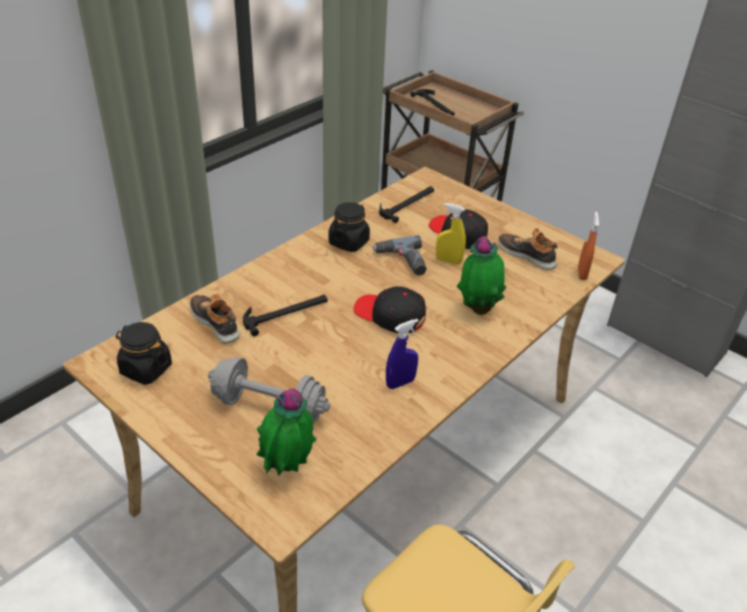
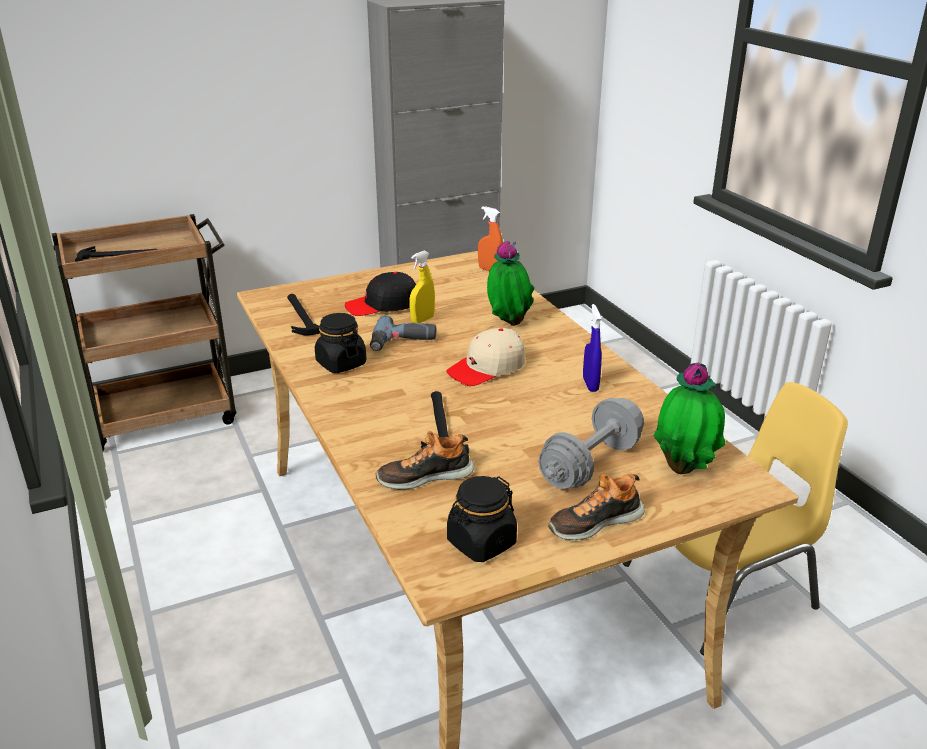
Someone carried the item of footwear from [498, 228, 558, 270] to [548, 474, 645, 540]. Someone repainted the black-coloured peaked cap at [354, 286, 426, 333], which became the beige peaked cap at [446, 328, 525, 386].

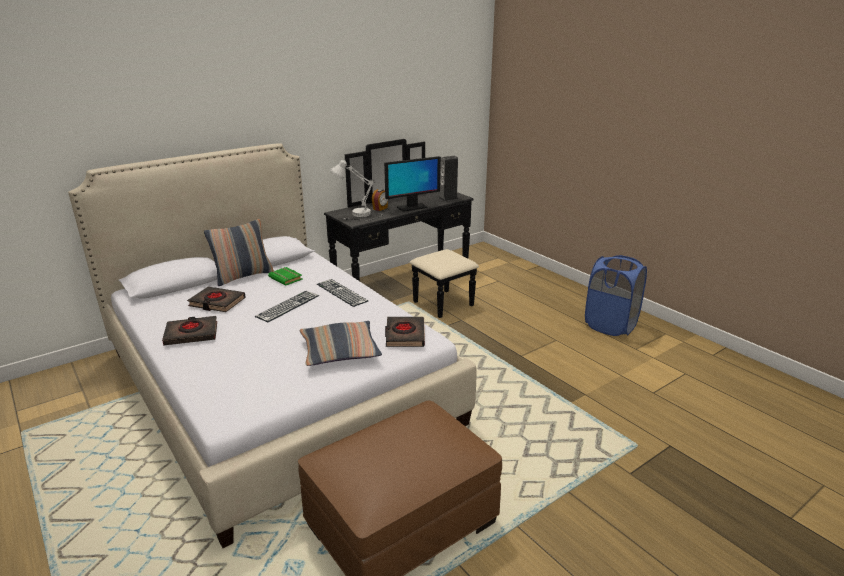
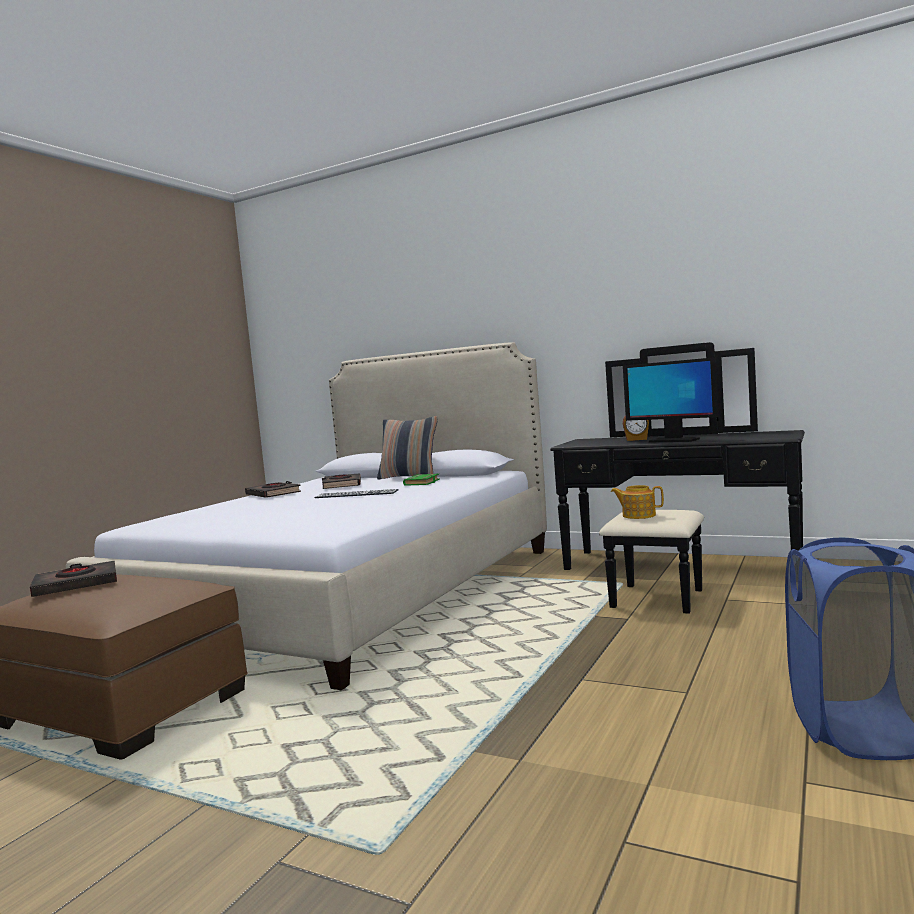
Someone took away the pillow at [300, 321, 382, 366]. Someone took away the computer keyboard at [317, 279, 368, 307]. Someone took away the whitish table lamp at [330, 159, 382, 221]. Someone took away the loudspeaker at [439, 156, 458, 201]. Someone put down the tea pot at [611, 485, 664, 519]. Someone carried the black-coloured book from [385, 317, 425, 347] to [30, 561, 117, 597].

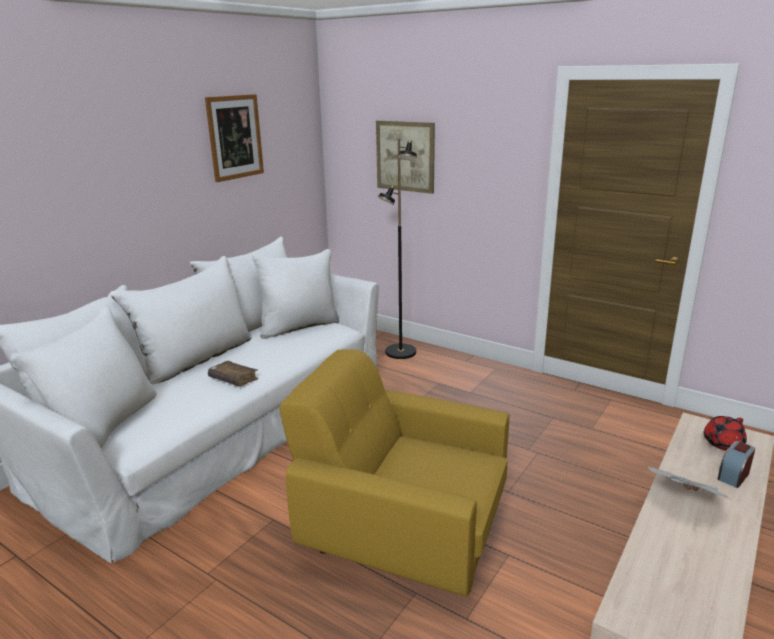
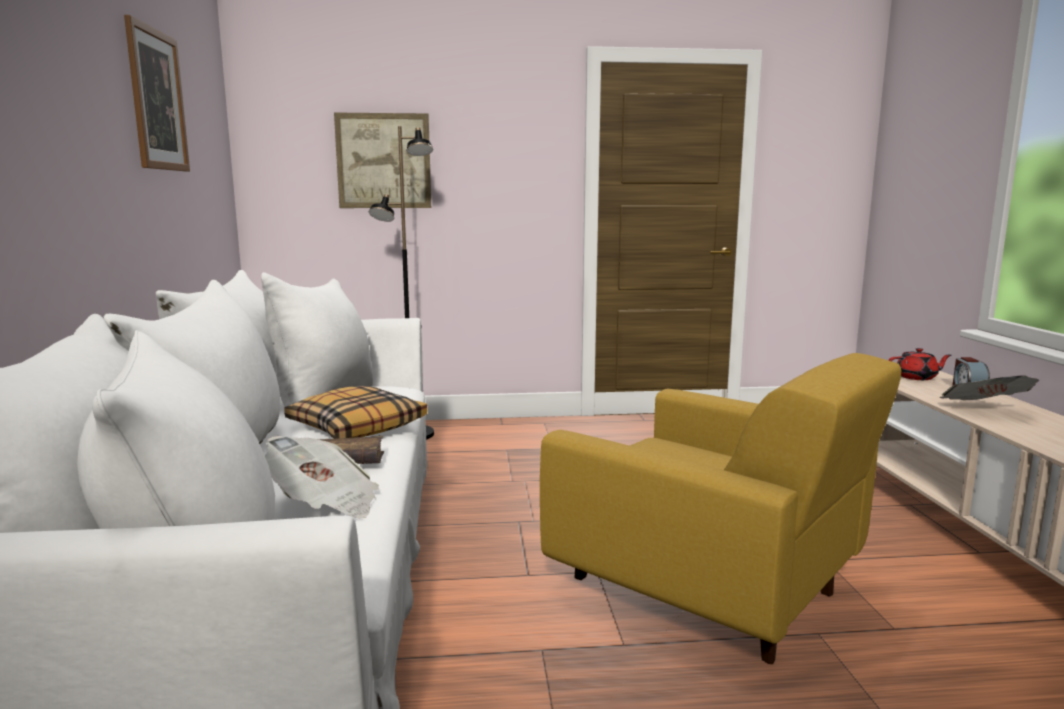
Someone put down the newspaper at [265, 436, 379, 518]. Someone put down the pillow at [284, 386, 428, 439]. Someone rotated the yellow-coloured lounge chair at [280, 350, 509, 596] by 120 degrees counterclockwise. Someone rotated the red tea pot at [704, 416, 747, 450] by 105 degrees counterclockwise.

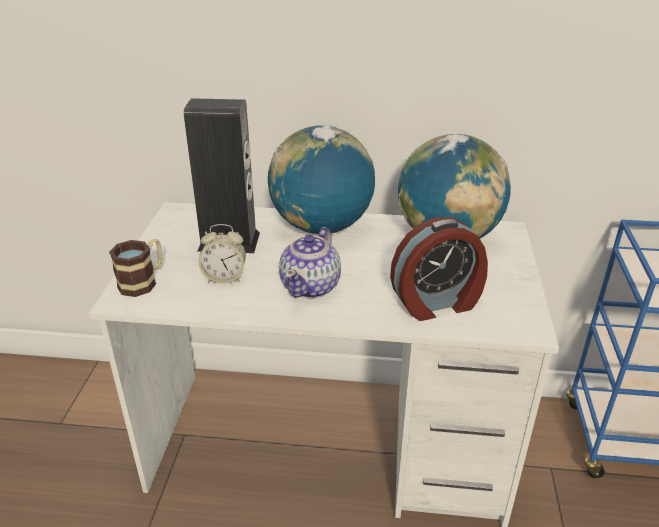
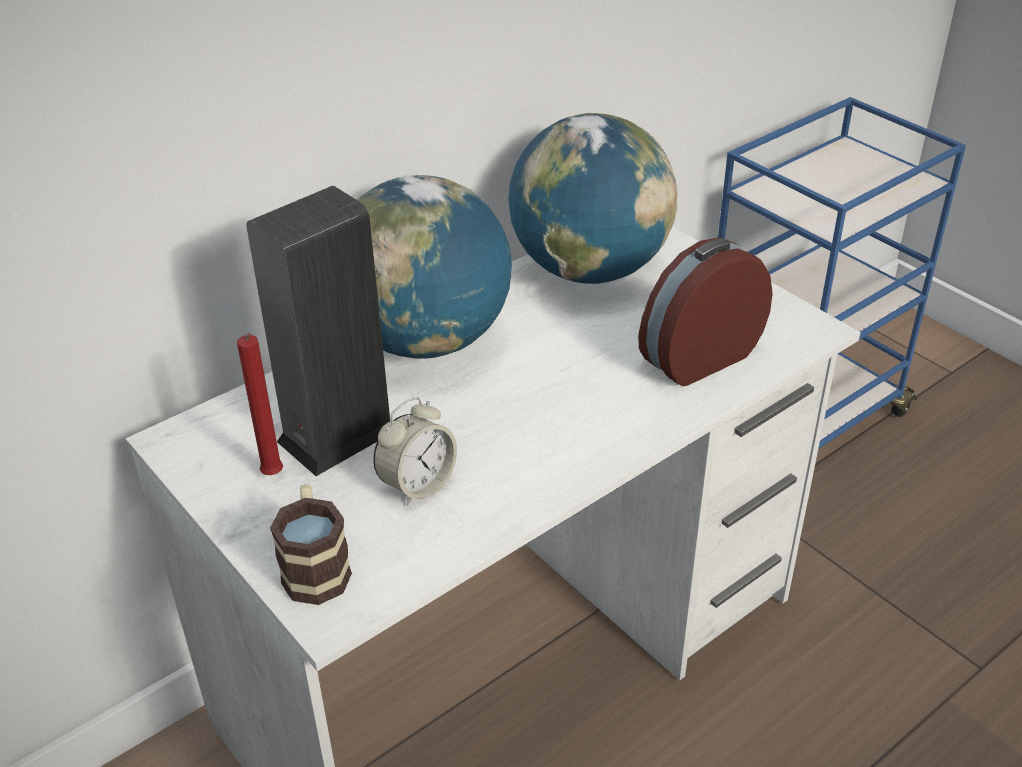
Someone took away the tea pot at [279, 227, 341, 298]. Someone put down the red candle at [237, 333, 283, 475]. Someone rotated the bedside clock at [390, 217, 488, 321] by 150 degrees counterclockwise.

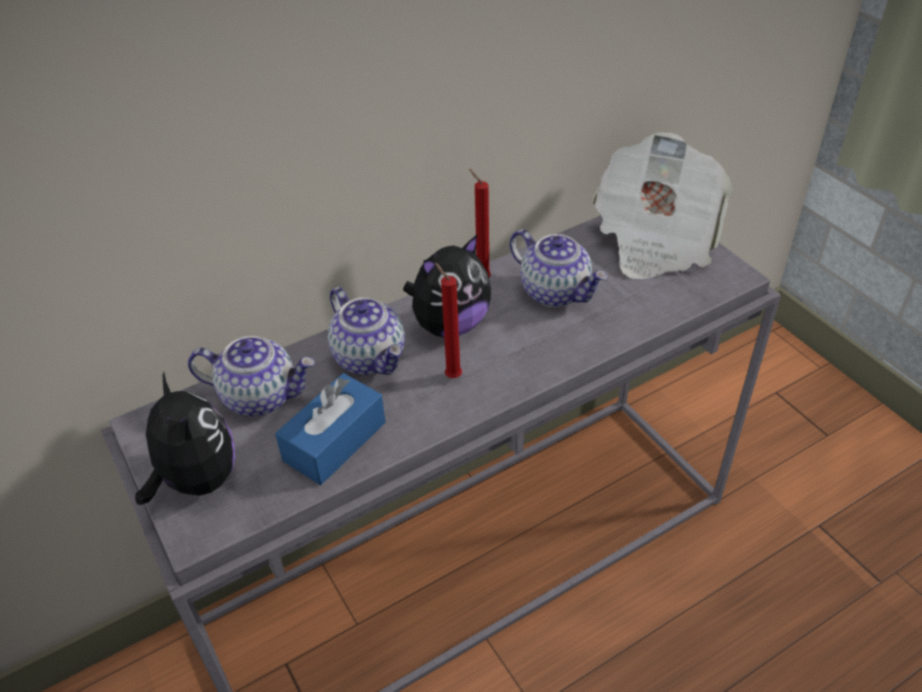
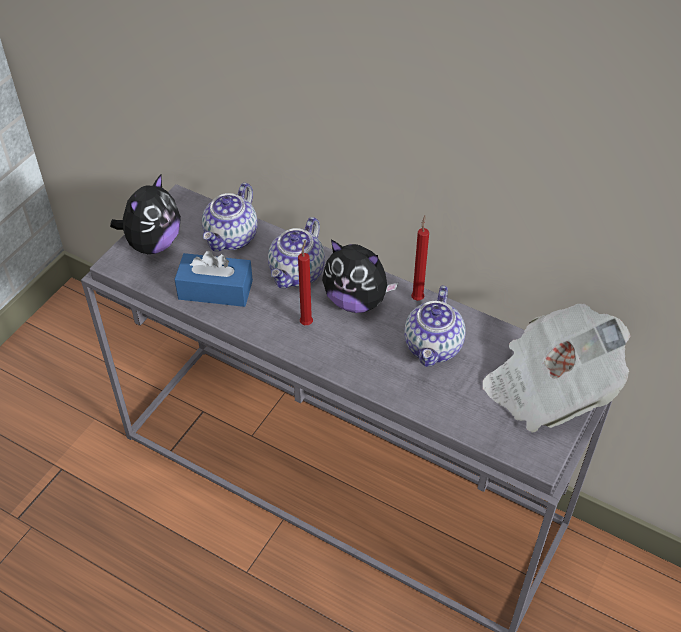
Someone rotated the tea pot at [188, 336, 315, 416] by 45 degrees clockwise.

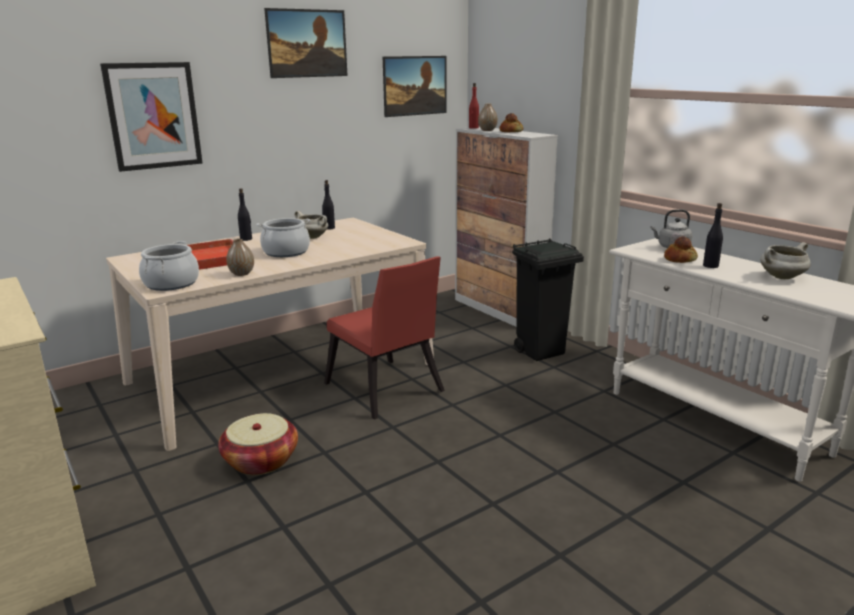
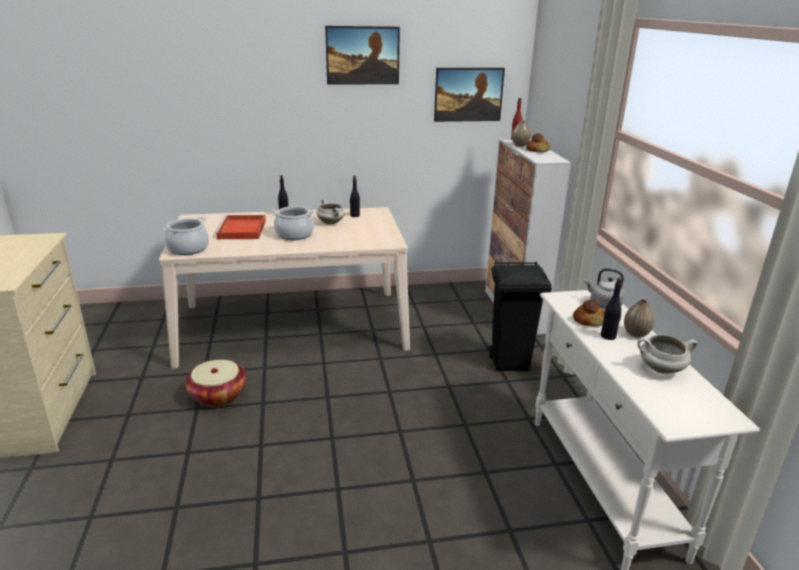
Someone took away the picture at [100, 62, 203, 172]. Someone took away the red chair at [324, 256, 445, 420]. Someone carried the vase from [226, 239, 254, 276] to [624, 299, 655, 338].

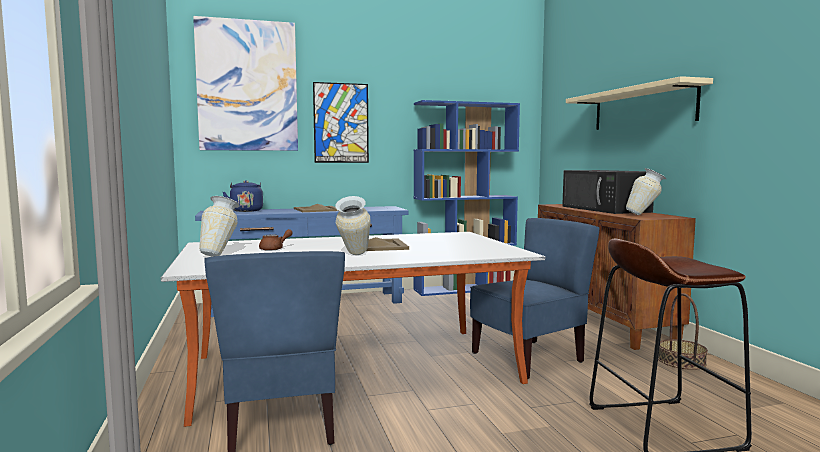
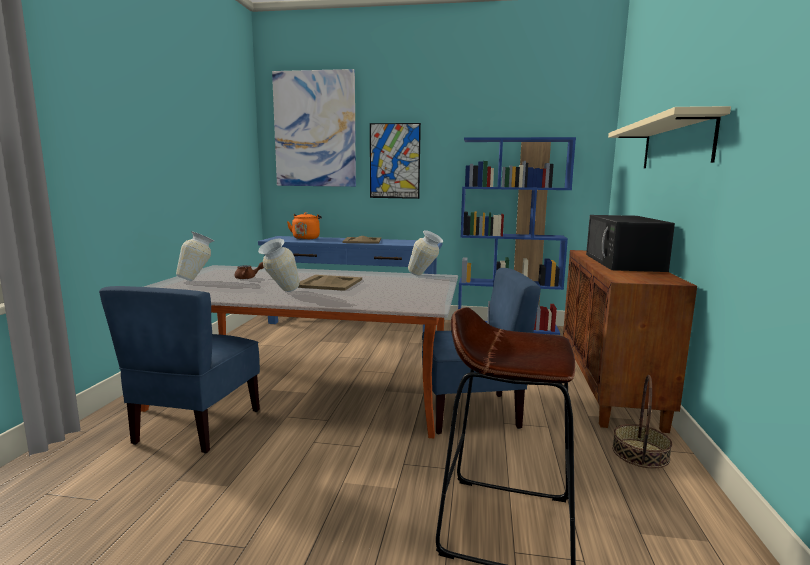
Someone carried the vase from [626, 168, 666, 215] to [408, 230, 443, 276]. Someone repainted the blue-coloured water kettle at [223, 180, 263, 212], which became the orange water kettle at [287, 212, 322, 240].

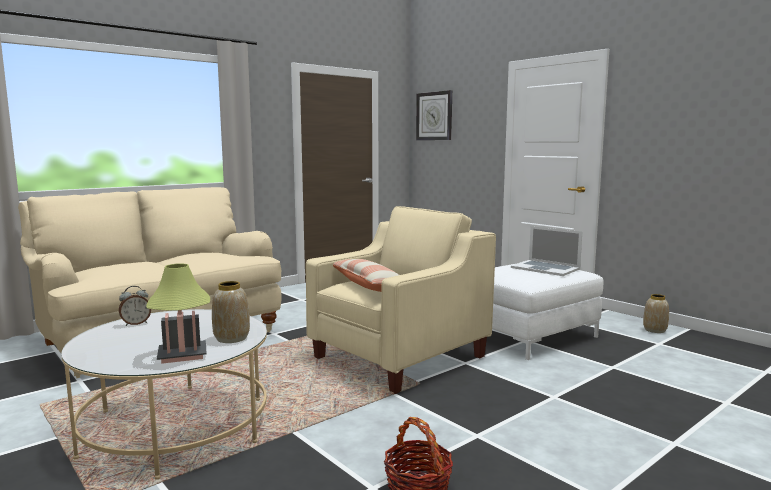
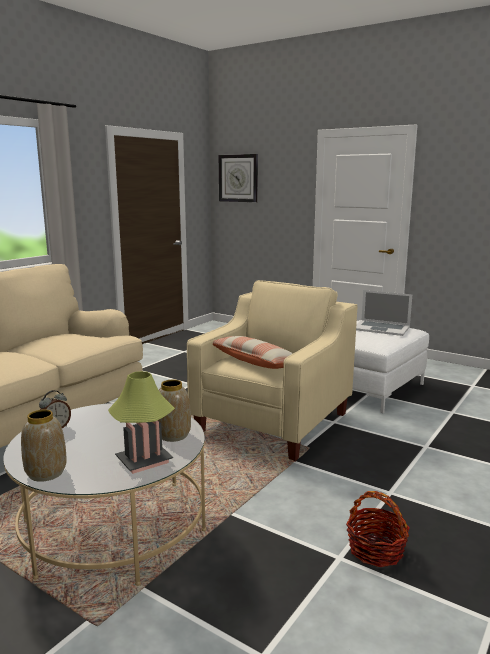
Someone carried the vase from [643, 294, 669, 333] to [21, 409, 67, 482].

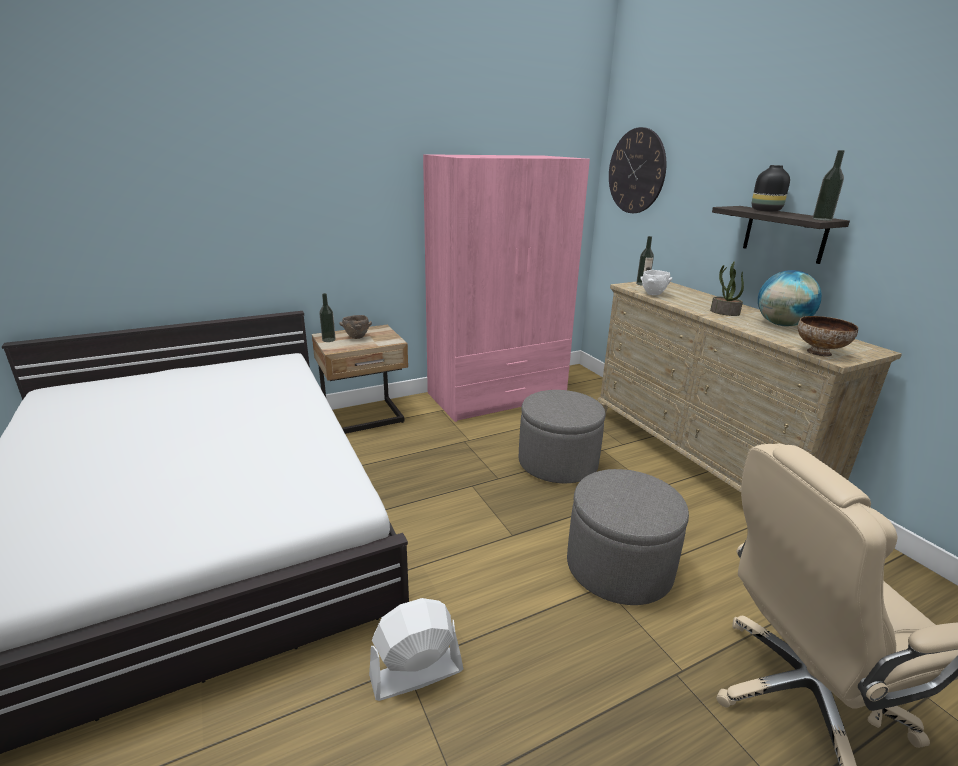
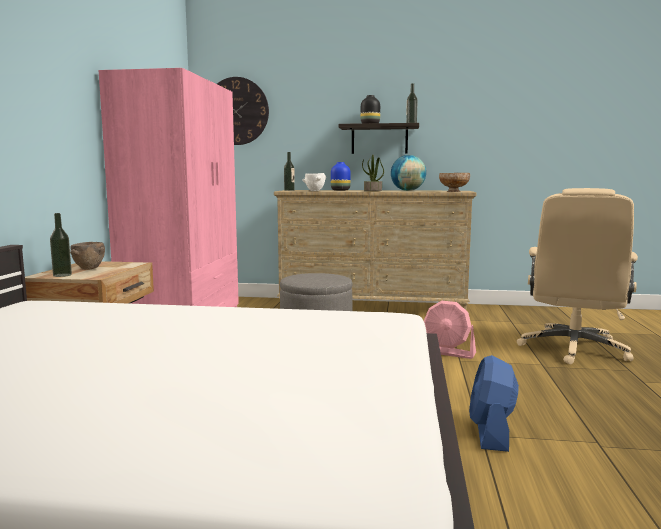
Someone put down the blue-coloured vase at [331, 162, 351, 191]. Someone swapped the greyish ottoman at [567, 469, 689, 605] for the pink-coloured electric fan at [424, 301, 476, 359]. Someone repainted the whitish electric fan at [369, 598, 463, 701], which became the blue-coloured electric fan at [469, 355, 519, 452].

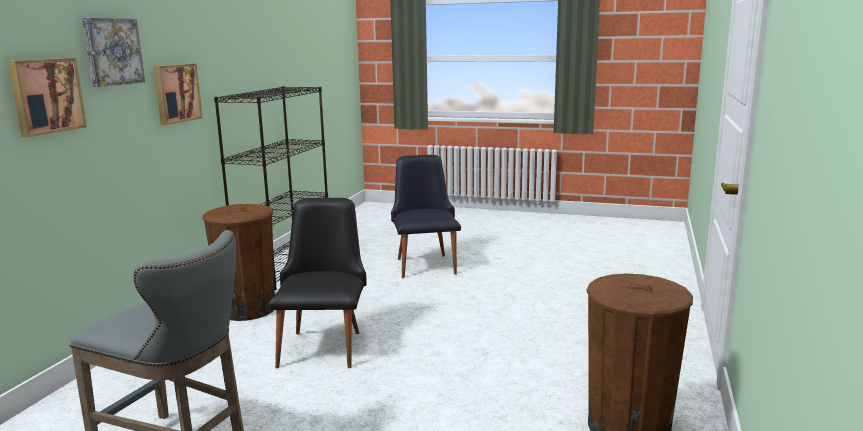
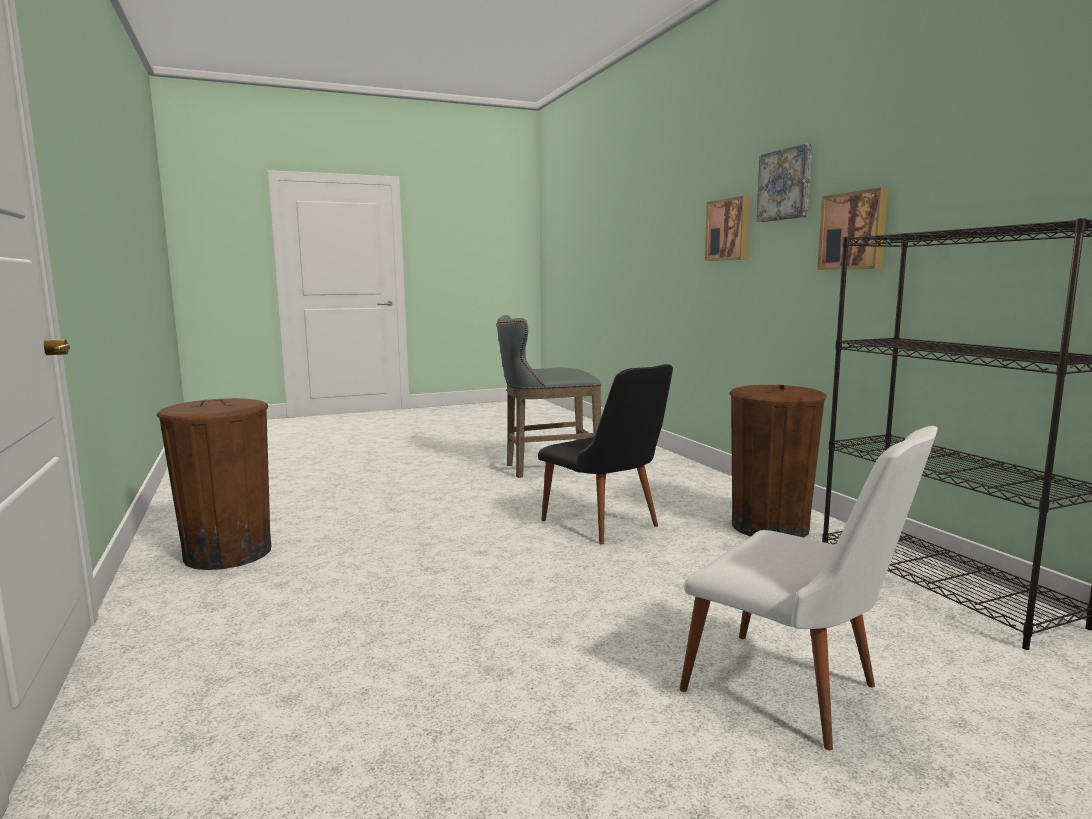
Someone repainted the black-coloured chair at [391, 155, 461, 278], which became the whitish chair at [680, 426, 938, 751].

